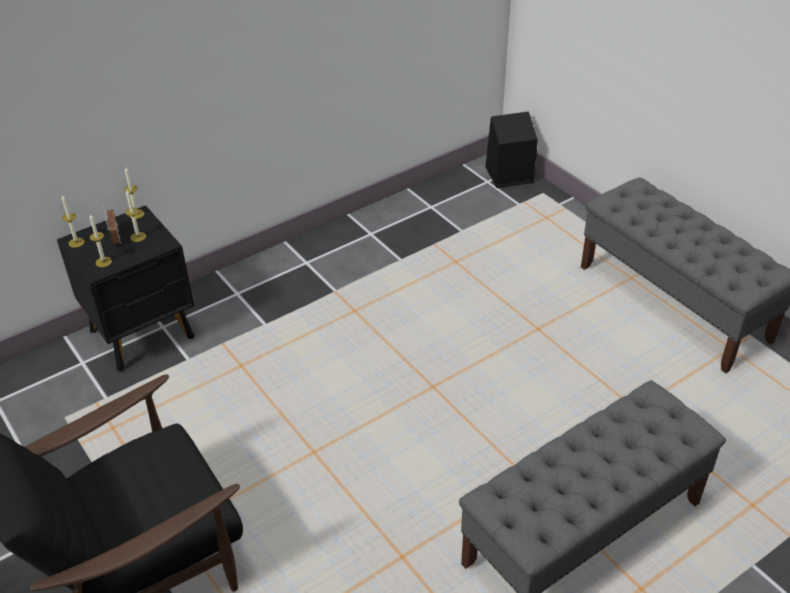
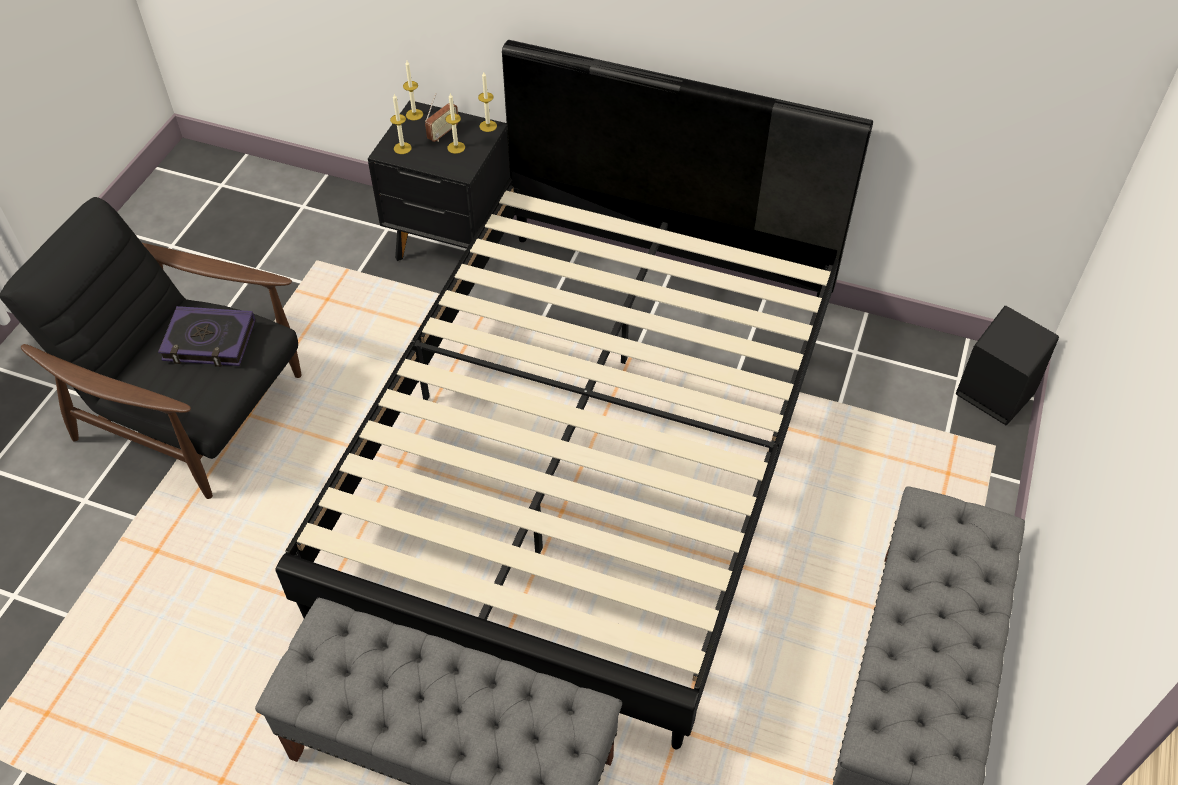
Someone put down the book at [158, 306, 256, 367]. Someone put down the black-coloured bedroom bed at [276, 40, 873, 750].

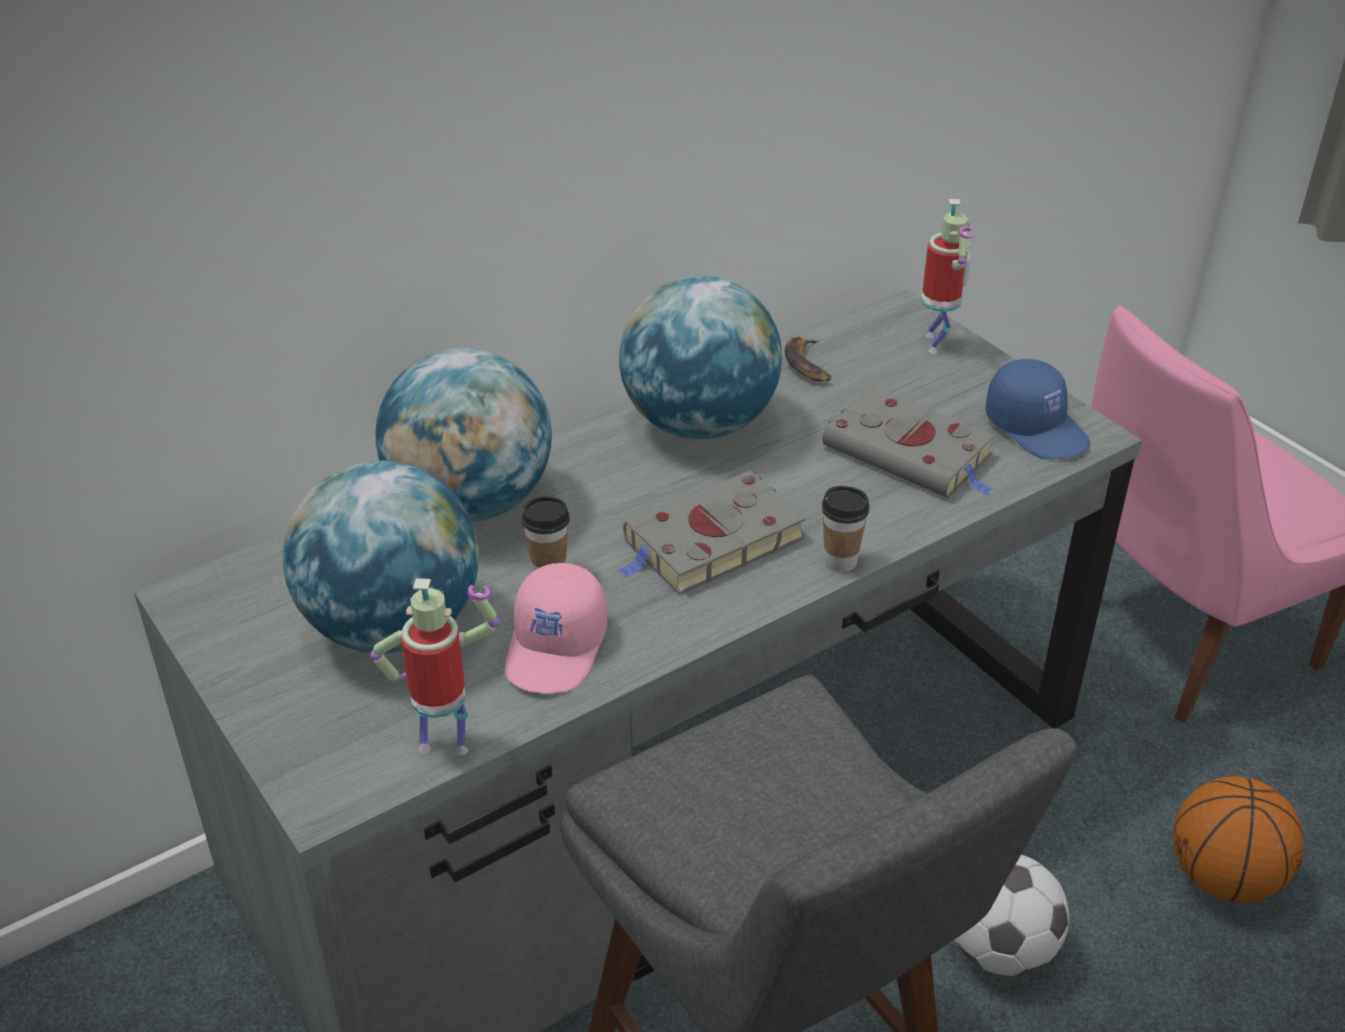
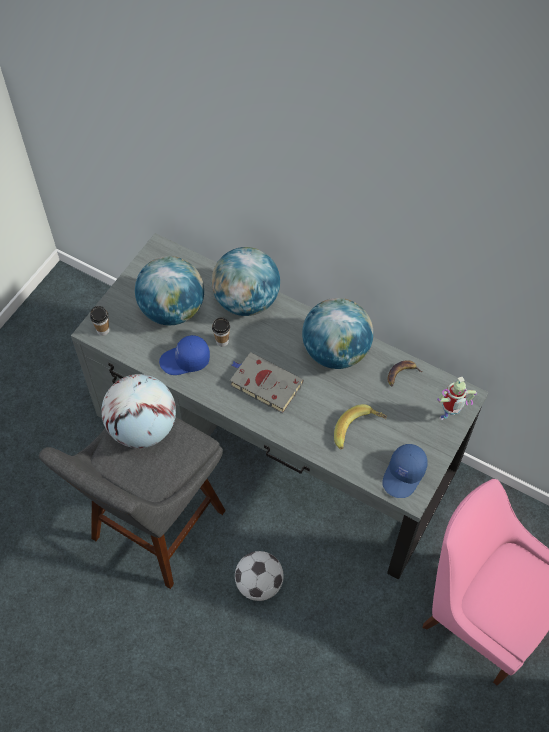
Someone took away the model robot at [371, 578, 500, 755]. Someone took away the ball for basketball at [1174, 776, 1304, 903]. Someone put down the globe at [101, 374, 176, 448]. Someone carried the cup from [822, 486, 870, 572] to [90, 306, 110, 336]. Someone swapped the greyish book at [823, 387, 995, 498] for the whole banana at [334, 404, 387, 449]. Someone repainted the pink-coloured peaked cap at [505, 563, 607, 693], which became the blue-coloured peaked cap at [159, 335, 210, 375].

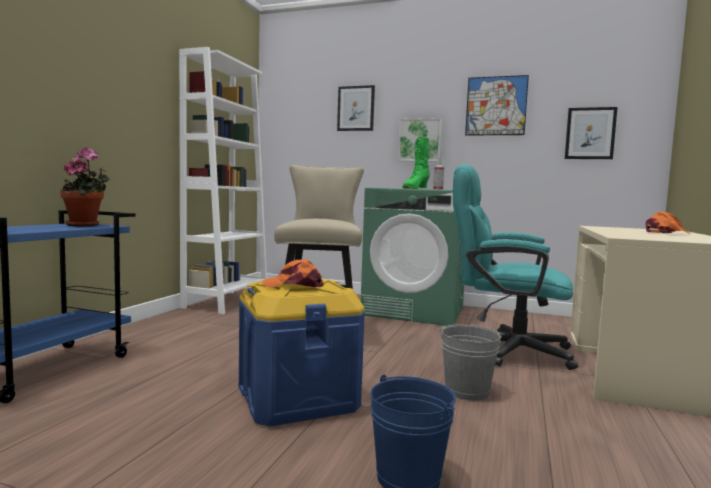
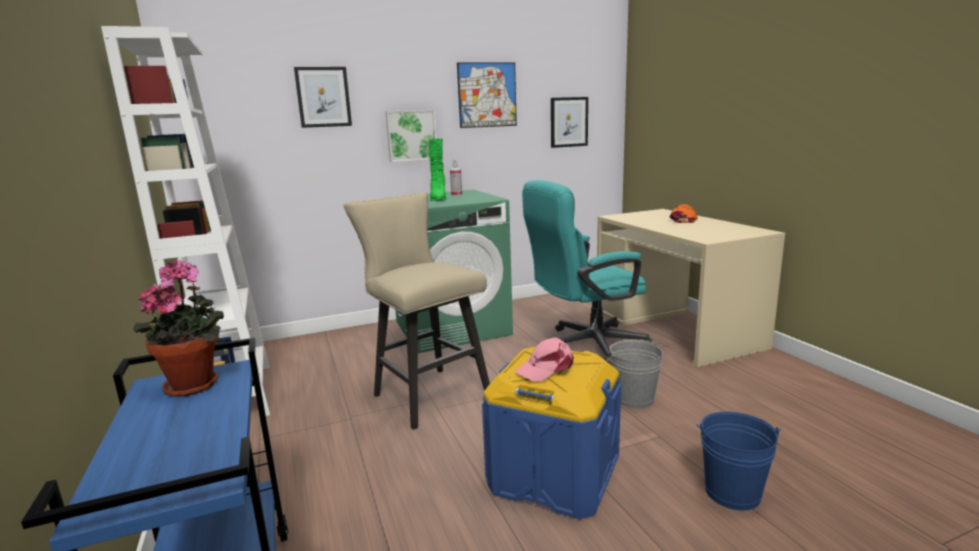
Someone repainted the orange peaked cap at [262, 259, 324, 288], which became the pink-coloured peaked cap at [515, 337, 574, 382].

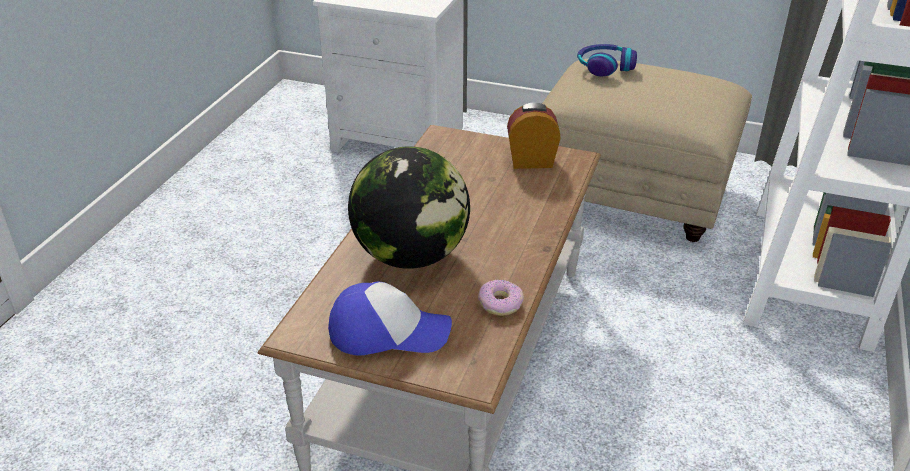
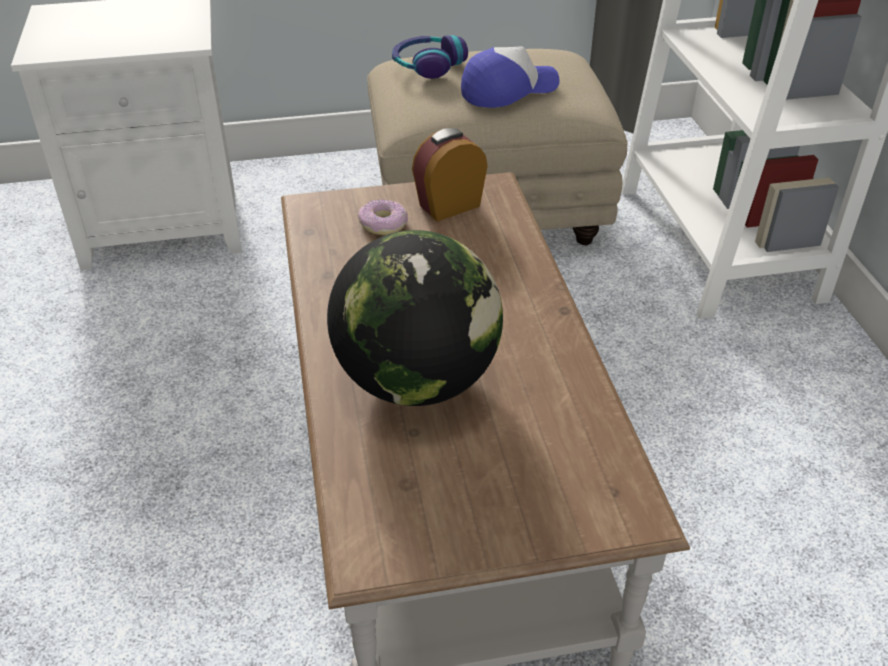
Someone carried the peaked cap from [328, 282, 452, 355] to [461, 46, 560, 108]. Someone carried the donut from [478, 280, 524, 316] to [358, 199, 408, 235].

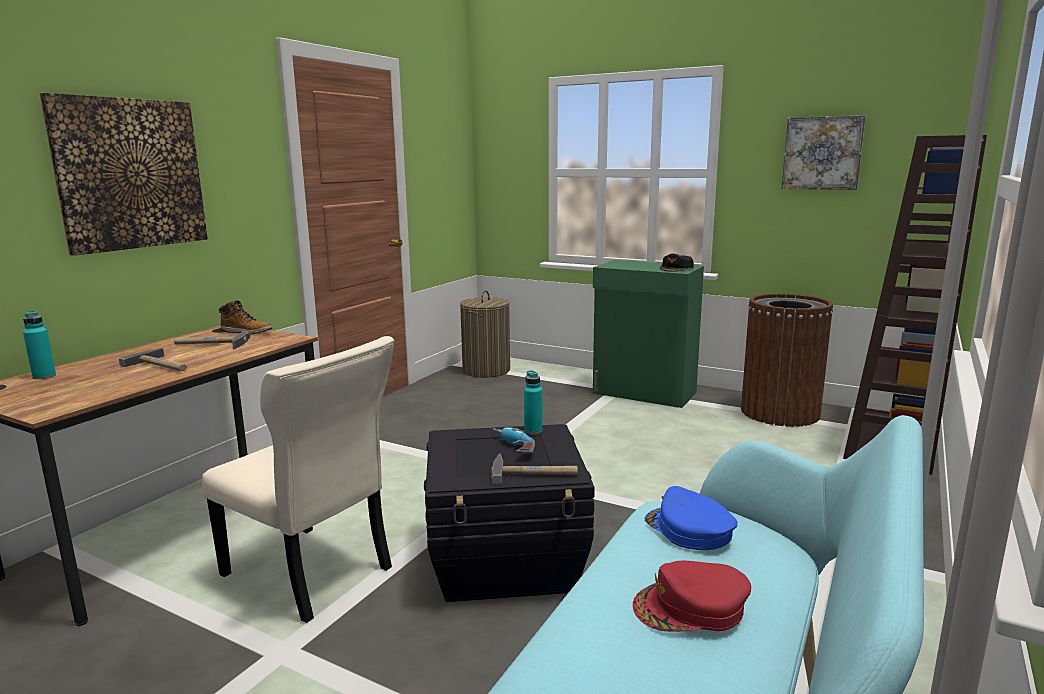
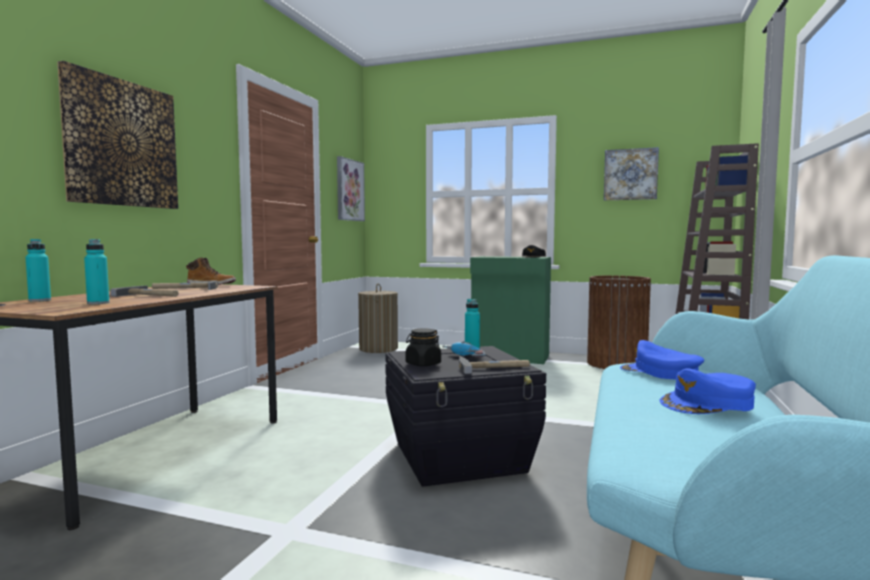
Someone took away the beige chair at [202, 336, 394, 623]. Someone put down the blue-green bottle at [84, 239, 109, 304]. Someone put up the picture at [337, 156, 365, 221]. Someone put down the black-coloured jar at [405, 328, 441, 366]. Someone repainted the red peaked cap at [633, 561, 751, 632], which became the blue-coloured peaked cap at [659, 369, 756, 414].

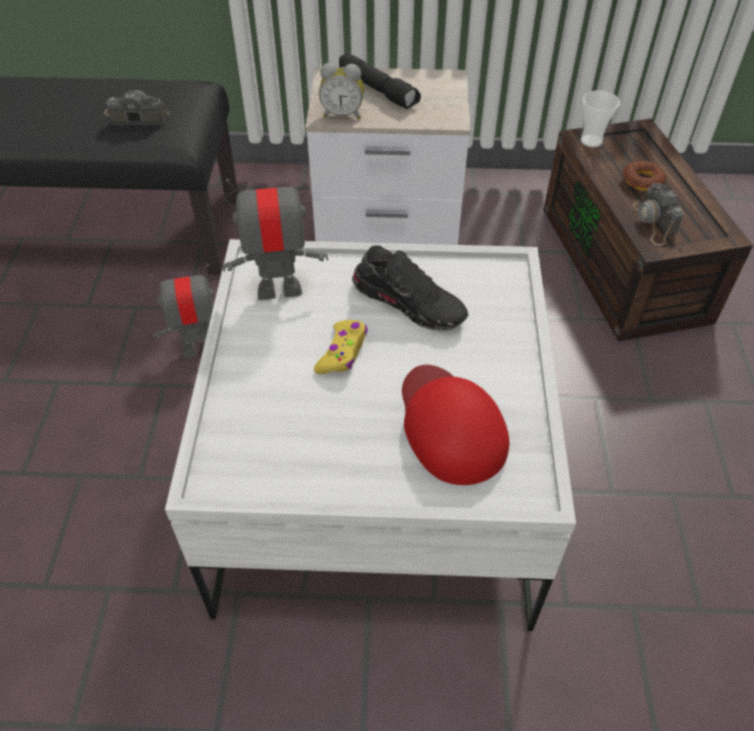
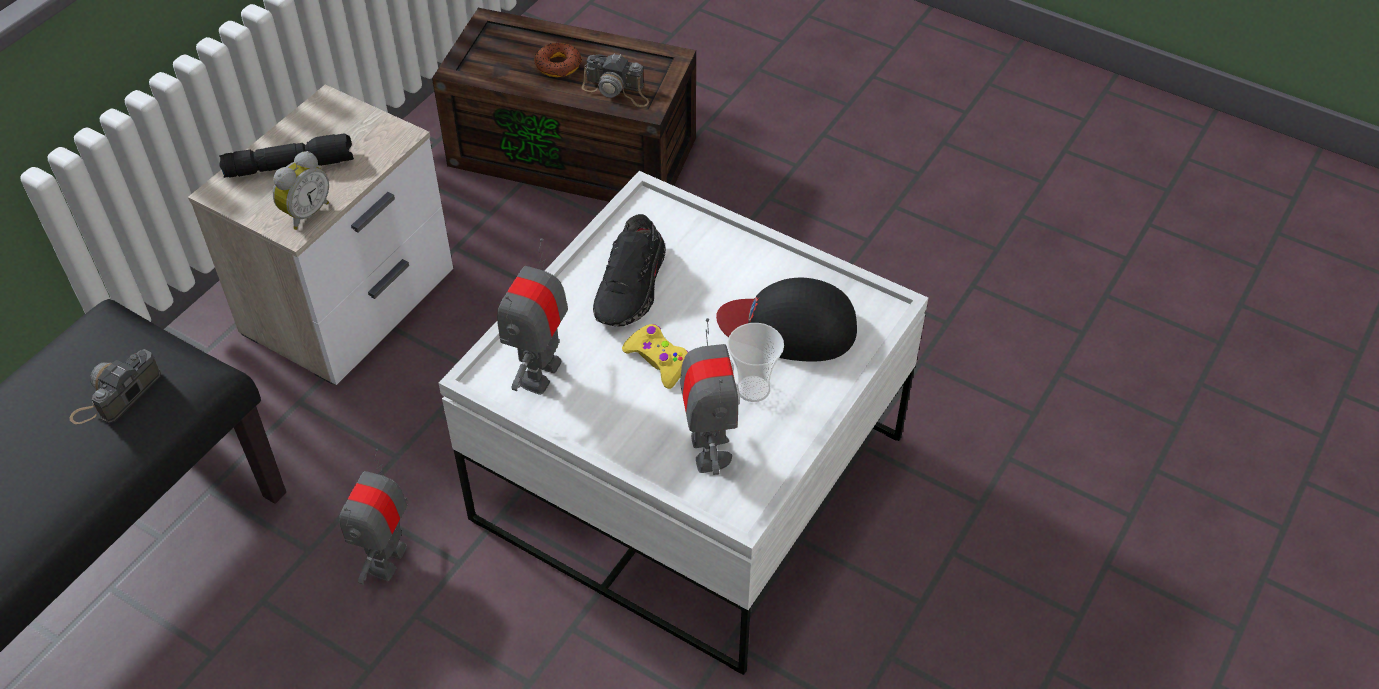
Someone put down the model robot at [680, 318, 740, 475]. Someone carried the cup from [581, 91, 620, 147] to [727, 323, 784, 402]. Someone repainted the red peaked cap at [402, 365, 509, 485], which became the black-coloured peaked cap at [716, 278, 857, 361]. Someone rotated the black-coloured item of footwear at [352, 246, 468, 330] by 135 degrees clockwise.

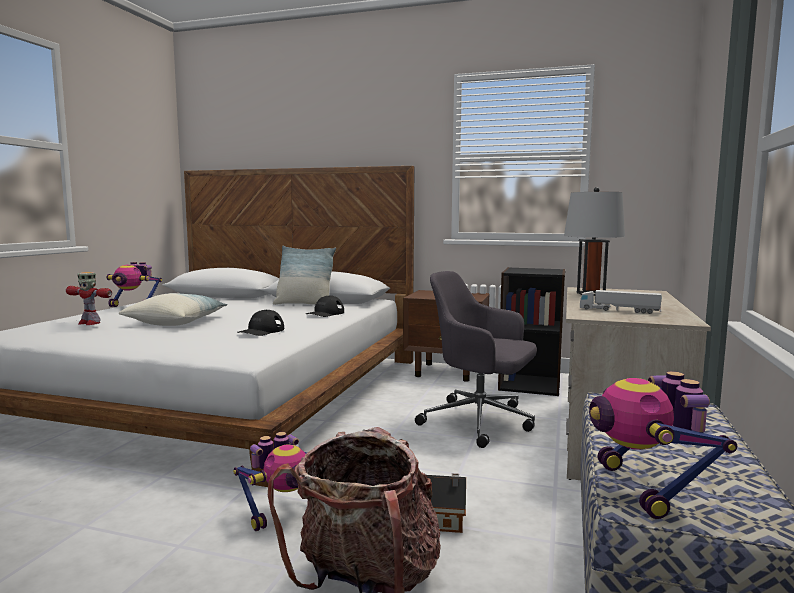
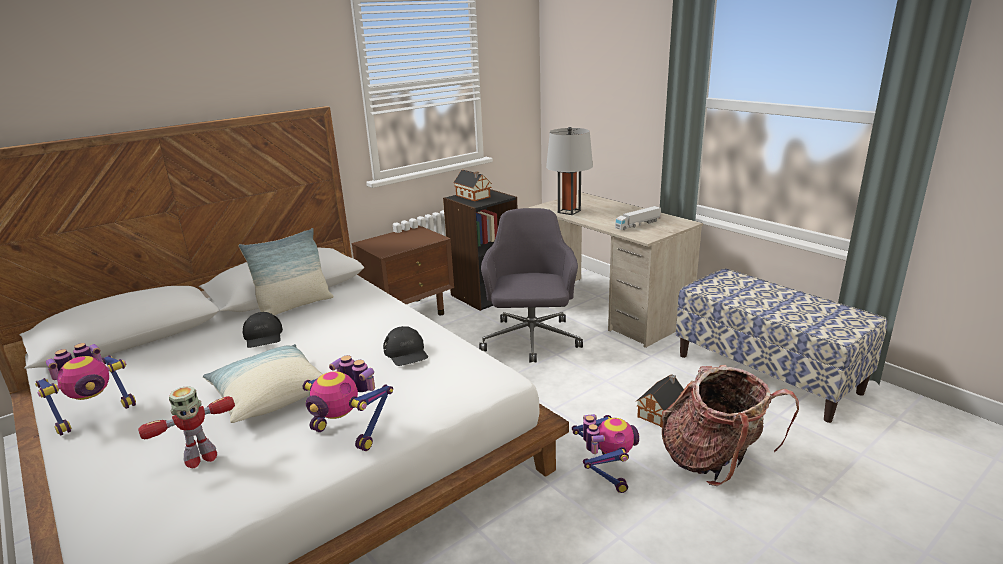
Someone put down the toy house at [453, 170, 492, 201]. Someone carried the black-coloured peaked cap from [306, 295, 344, 317] to [242, 312, 283, 348]. Someone carried the model robot from [589, 371, 737, 519] to [303, 355, 393, 451]. Someone rotated the greyish office chair at [415, 271, 537, 448] by 120 degrees clockwise.

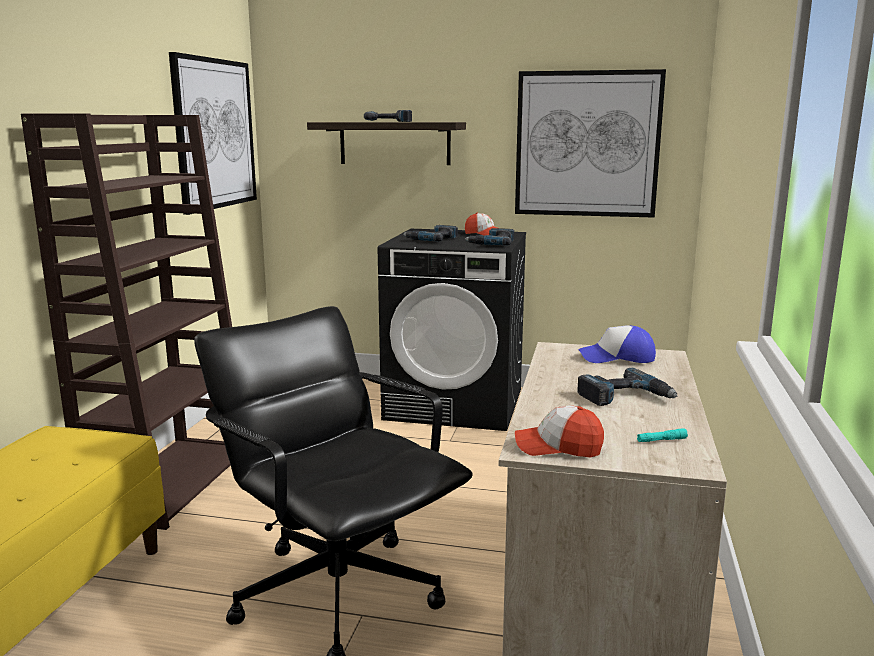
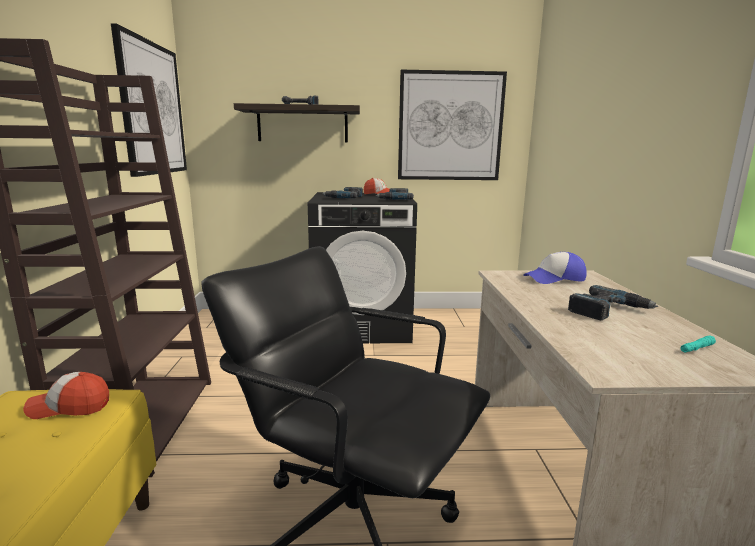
Someone carried the peaked cap from [515, 405, 604, 457] to [23, 372, 109, 419].

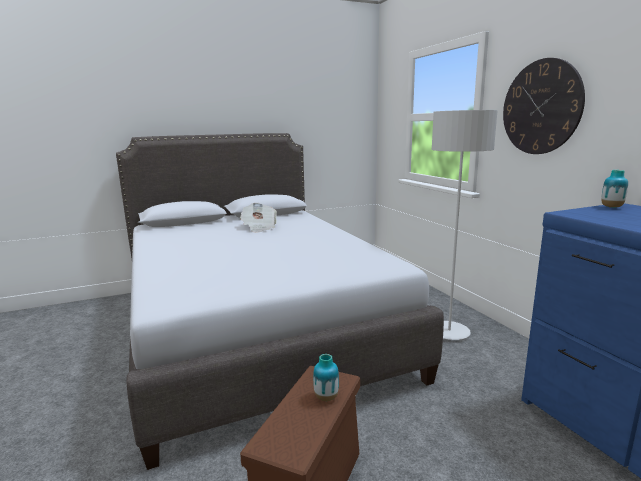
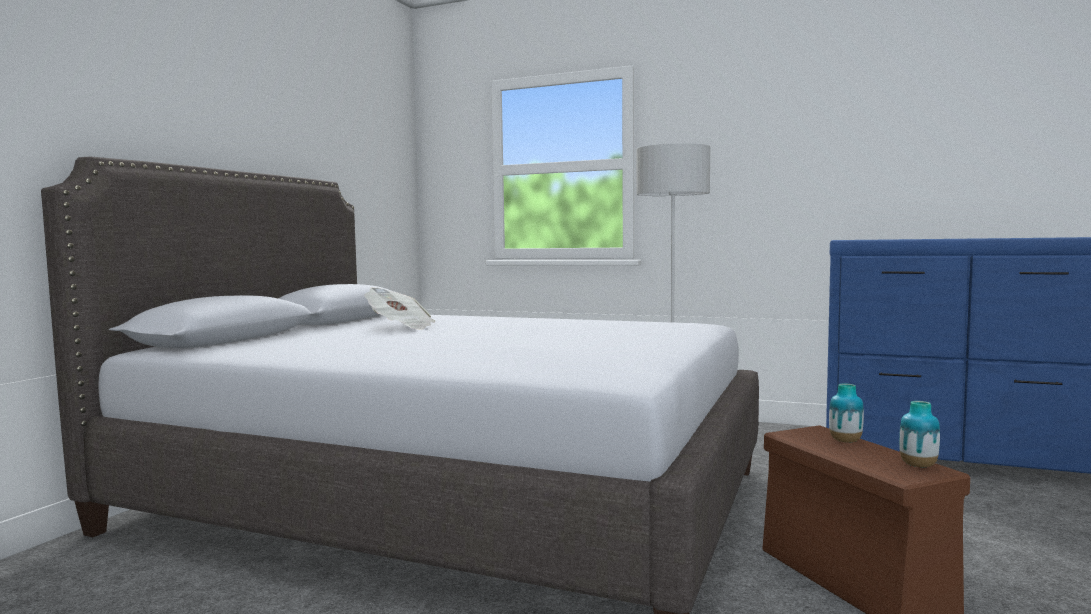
Someone took away the hanging clock at [503, 58, 585, 154]. Someone carried the vase from [601, 170, 628, 208] to [899, 401, 940, 467].

